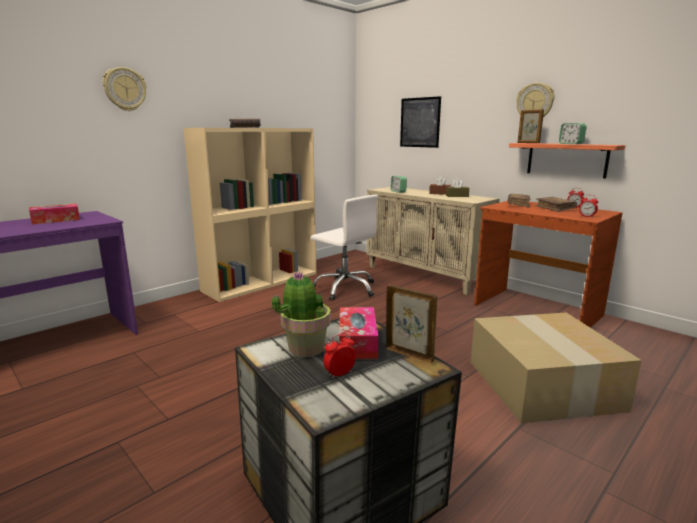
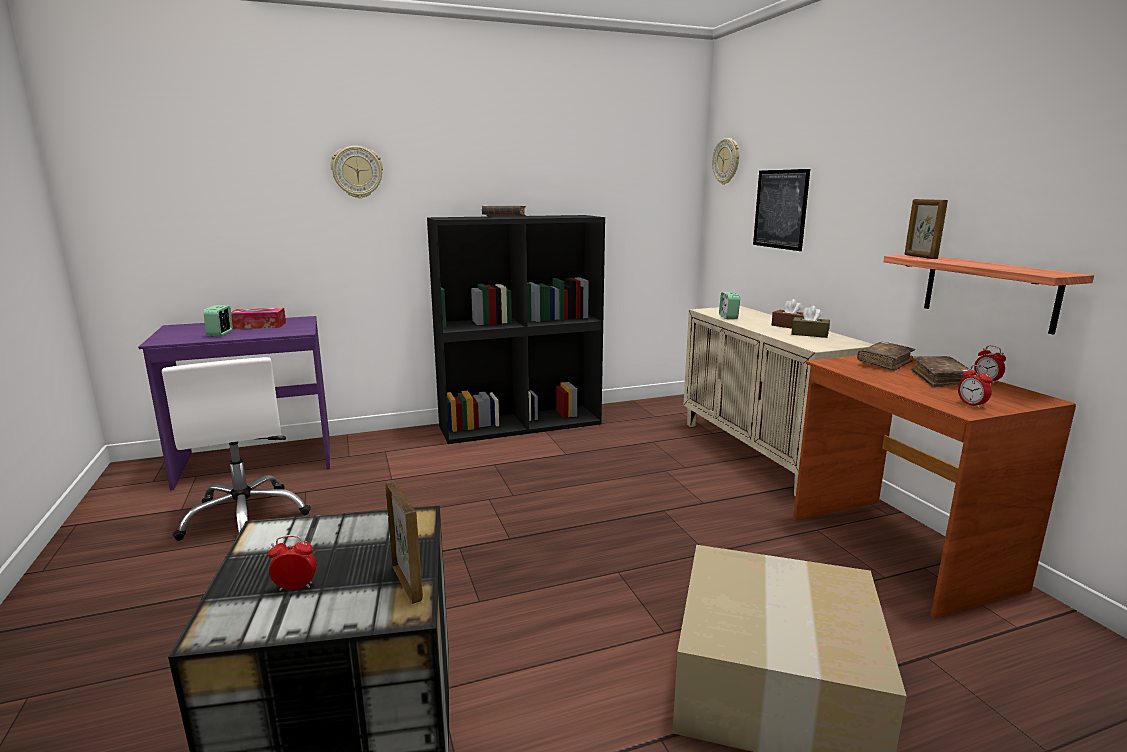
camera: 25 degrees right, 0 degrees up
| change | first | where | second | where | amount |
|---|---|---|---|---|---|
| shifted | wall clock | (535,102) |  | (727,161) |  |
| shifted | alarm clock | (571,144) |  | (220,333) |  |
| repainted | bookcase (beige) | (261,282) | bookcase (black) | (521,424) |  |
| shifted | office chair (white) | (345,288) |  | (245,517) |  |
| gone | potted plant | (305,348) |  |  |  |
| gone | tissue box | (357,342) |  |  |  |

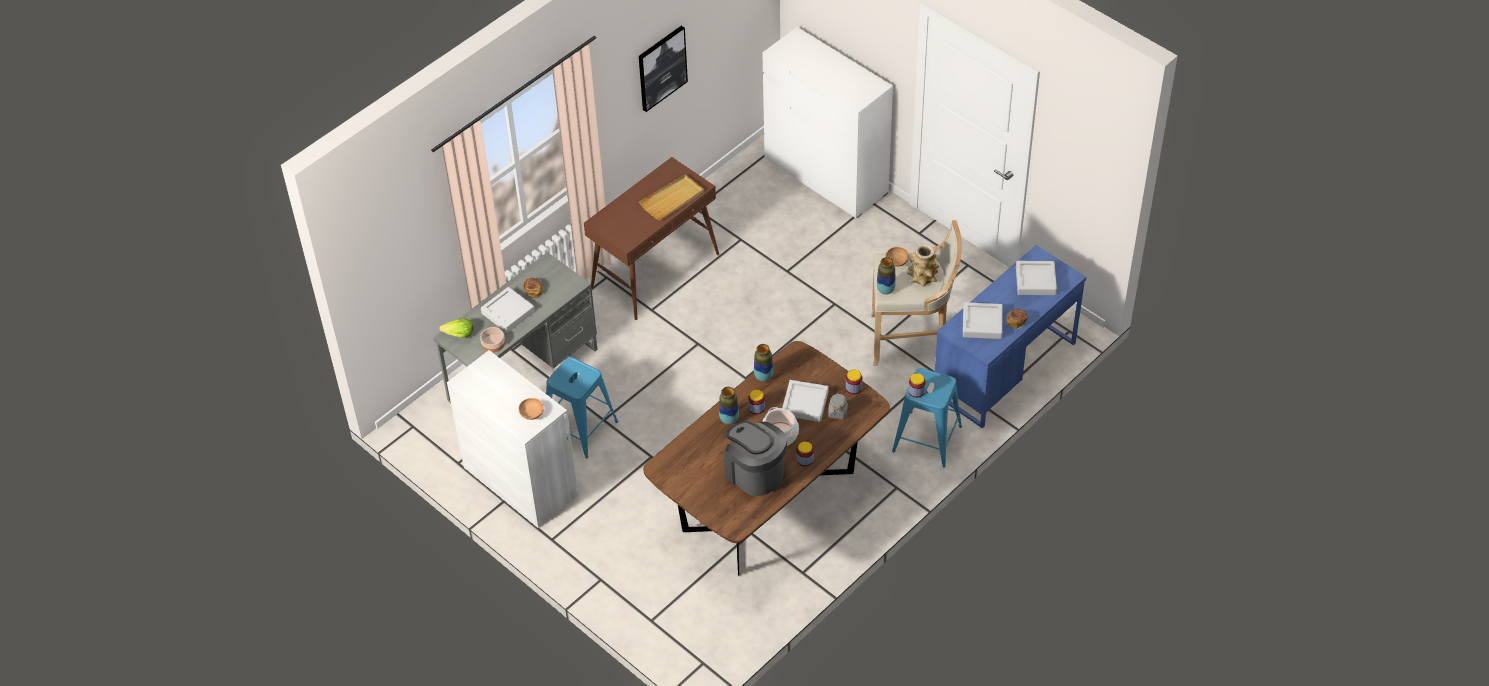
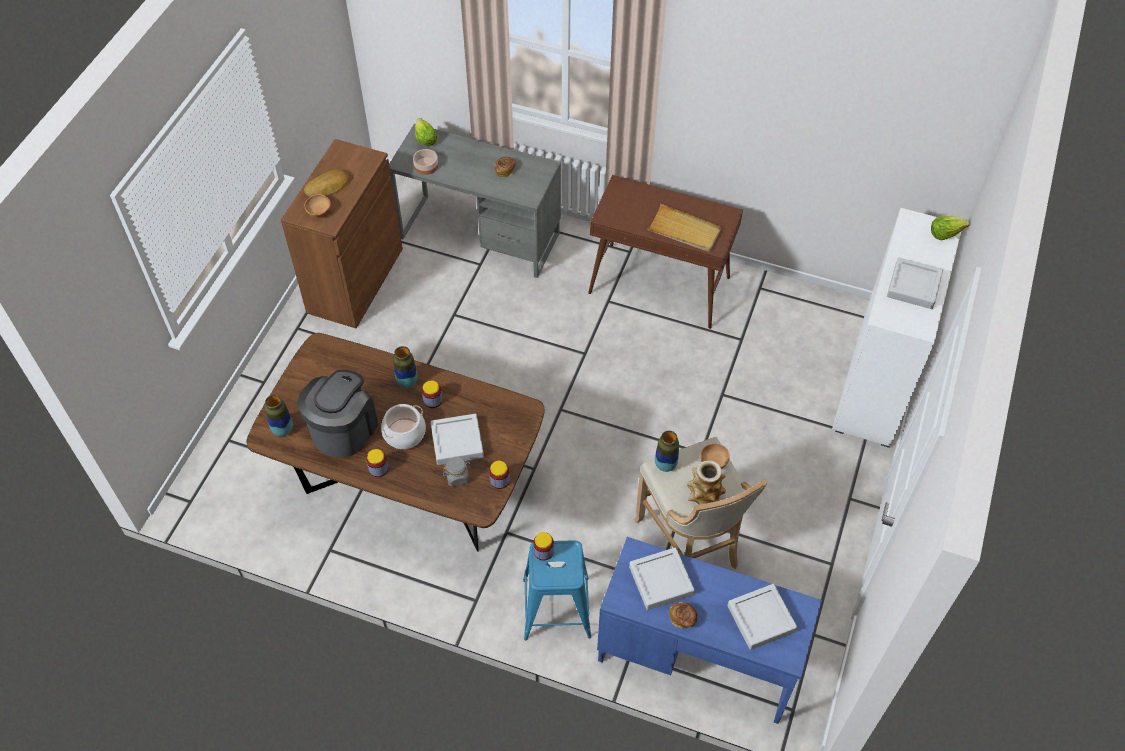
camera: 65 degrees right, 5 degrees up
| change | first | where | second | where | amount |
|---|---|---|---|---|---|
| gone | picture | (661,67) |  |  |  |
| shifted | tray (grey) | (508,312) |  | (913,286) |  |
| shifted | vase | (763,376) |  | (283,429) |  |
| repainted | cabinet (white) | (520,481) | cabinet (brown) | (355,280) |  |
| gone | stool (blue) | (580,428) |  |  |  |
| new |  |  | bread | (328,187) |  |
| new |  |  | lettuce | (945,233) |  |

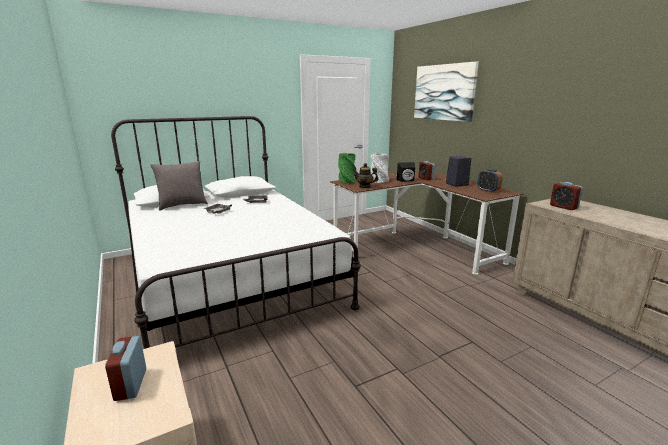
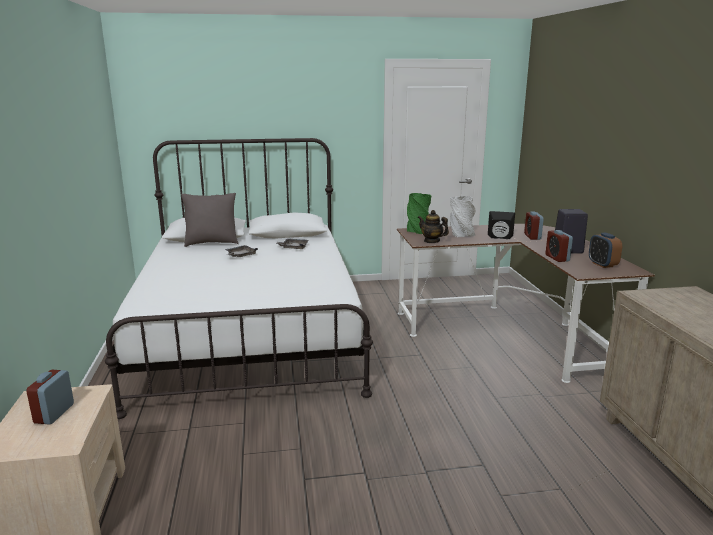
camera: 20 degrees right, 0 degrees up
| change | first | where | second | where | amount |
|---|---|---|---|---|---|
| gone | picture | (444,92) |  |  |  |
| shifted | alarm clock | (563,207) |  | (557,258) |  |

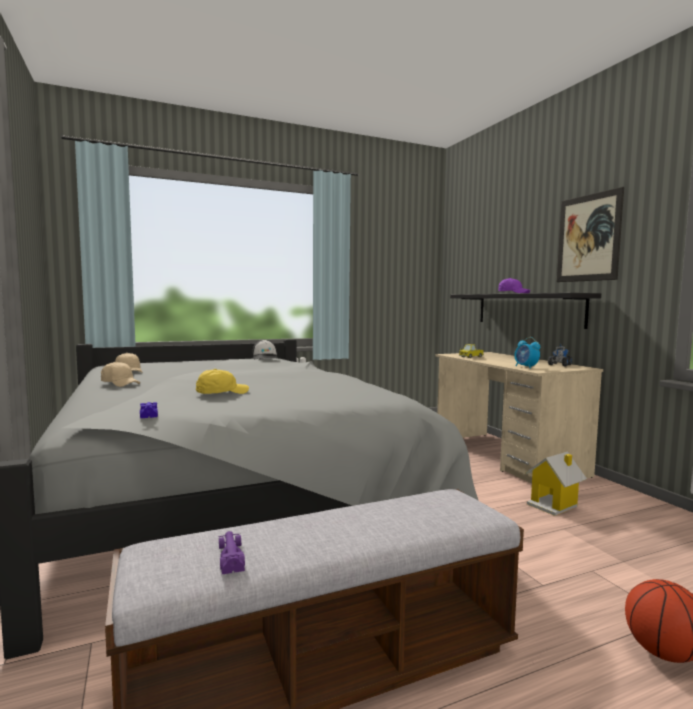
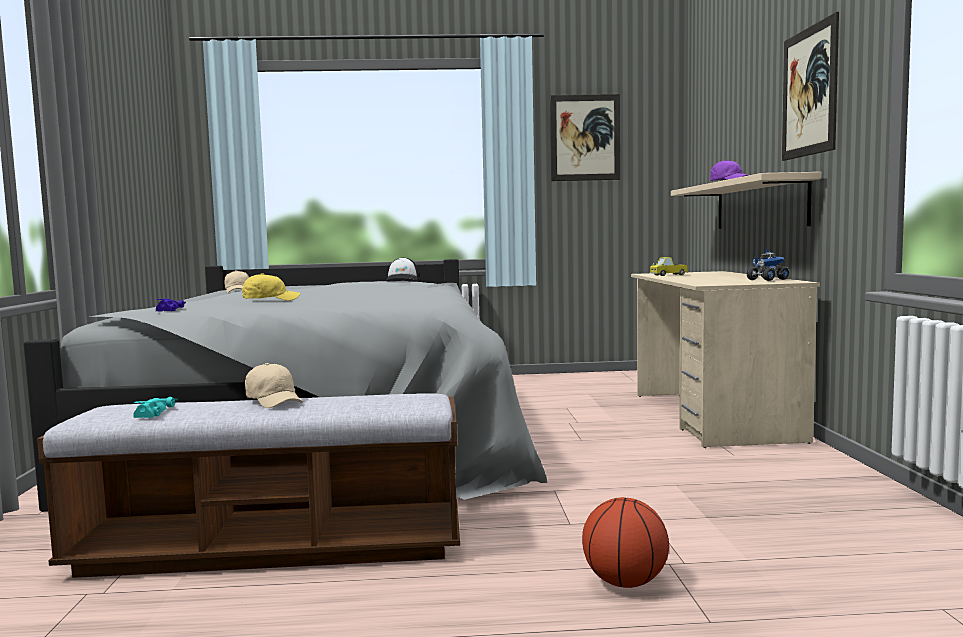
camera: 20 degrees right, 0 degrees up
| change | first | where | second | where | amount |
|---|---|---|---|---|---|
| repainted | shelf (black) | (527,309) | shelf (beige) | (759,204) |  |
| gone | alarm clock | (526,367) |  |  |  |
| shifted | cap (beige) | (120,383) |  | (274,401) |  |
| gone | toy house | (553,505) |  |  |  |
| repainted | toy car (purple) | (231,555) | toy car (turquoise) | (157,411) |  |
| new |  |  | picture | (585,137) |  |

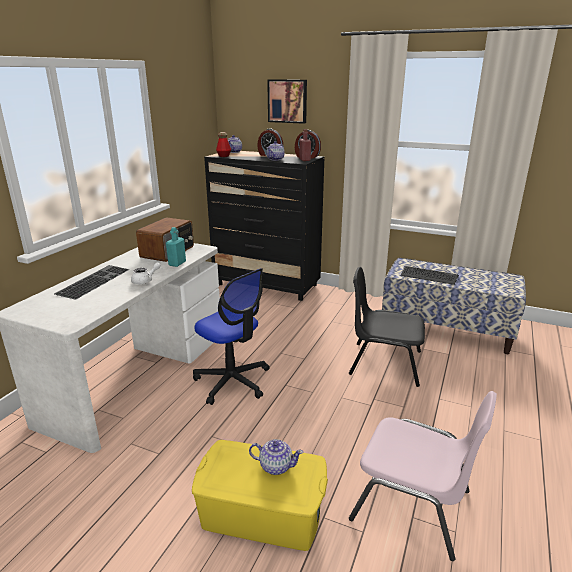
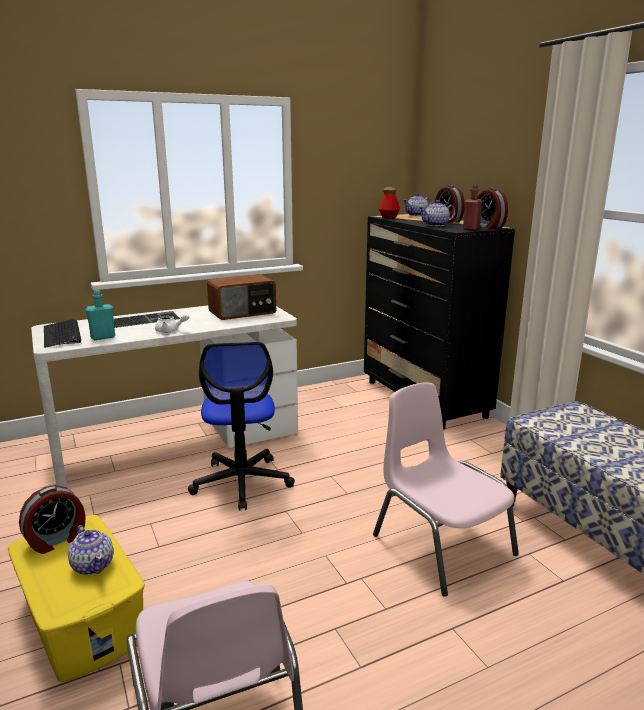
camera: 40 degrees right, 5 degrees down
| change | first | where | second | where | amount |
|---|---|---|---|---|---|
| gone | picture | (287,101) |  |  |  |
| shifted | bottle (turquoise) | (177,263) |  | (103,337) |  |
| shifted | keyboard | (429,276) |  | (62,334) |  |
| repainted | chair (black) | (384,363) | chair (pink) | (441,544) |  |
| new |  |  | alarm clock | (57,540) |  |

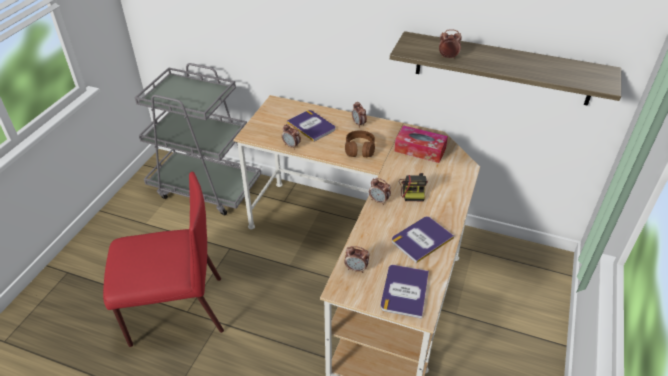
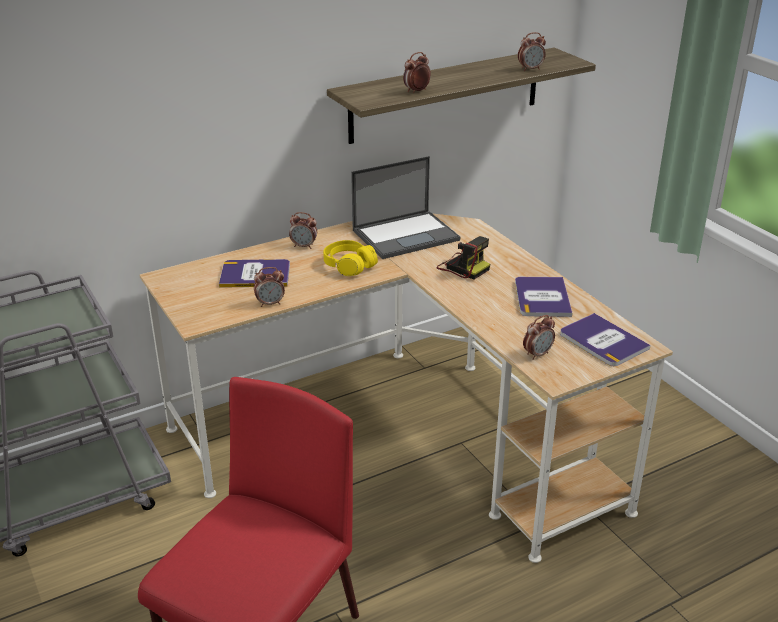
camera: 50 degrees left, 10 degrees down
| change | first | where | second | where | amount |
|---|---|---|---|---|---|
| swapped | tissue box | (420,150) | laptop | (406,235) |  |
| repainted | headphones (brown) | (359,149) | headphones (yellow) | (349,266) |  |
| shifted | alarm clock | (379,201) |  | (530,69) |  |

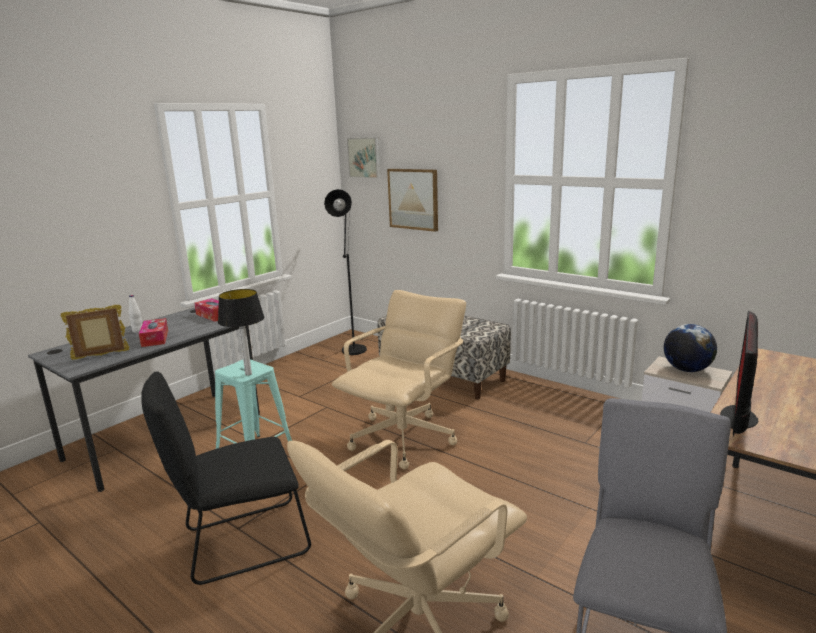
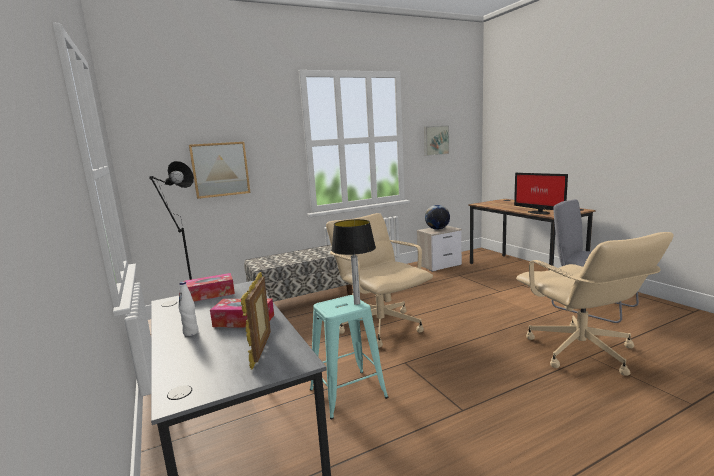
camera: 65 degrees left, 5 degrees down
| change | first | where | second | where | amount |
|---|---|---|---|---|---|
| shifted | picture | (365,157) |  | (435,140) |  |
| gone | chair (black) | (240,543) |  |  |  |

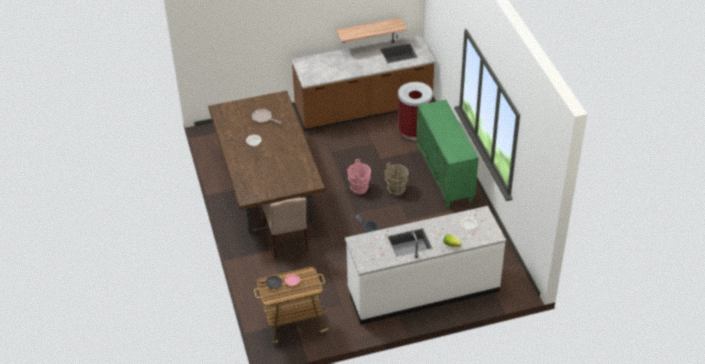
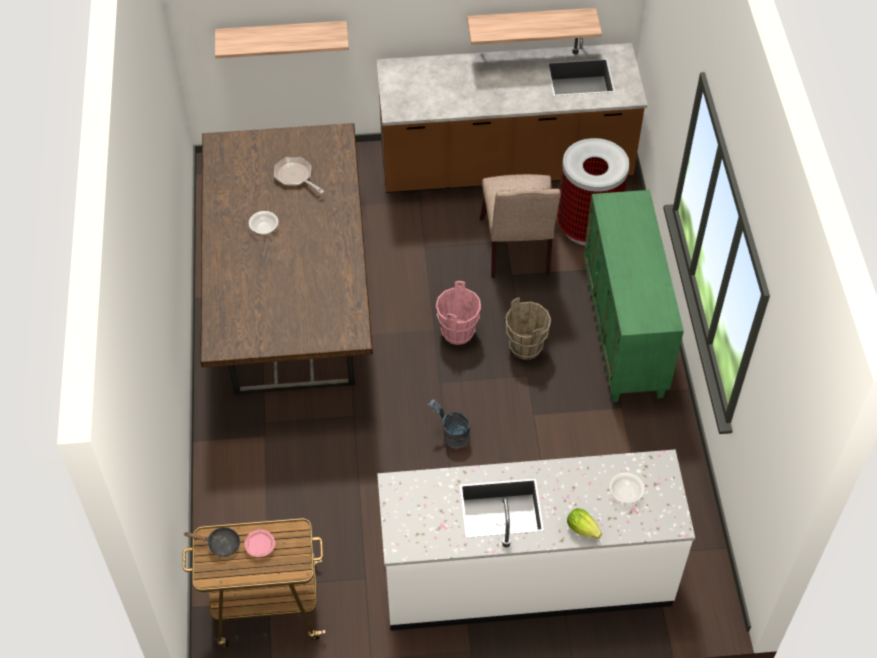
camera: 10 degrees right, 10 degrees up
| change | first | where | second | where | amount |
|---|---|---|---|---|---|
| shifted | chair (beige) | (287,240) |  | (517,250) |  |
| new |  |  | shelf | (282,37) |  |

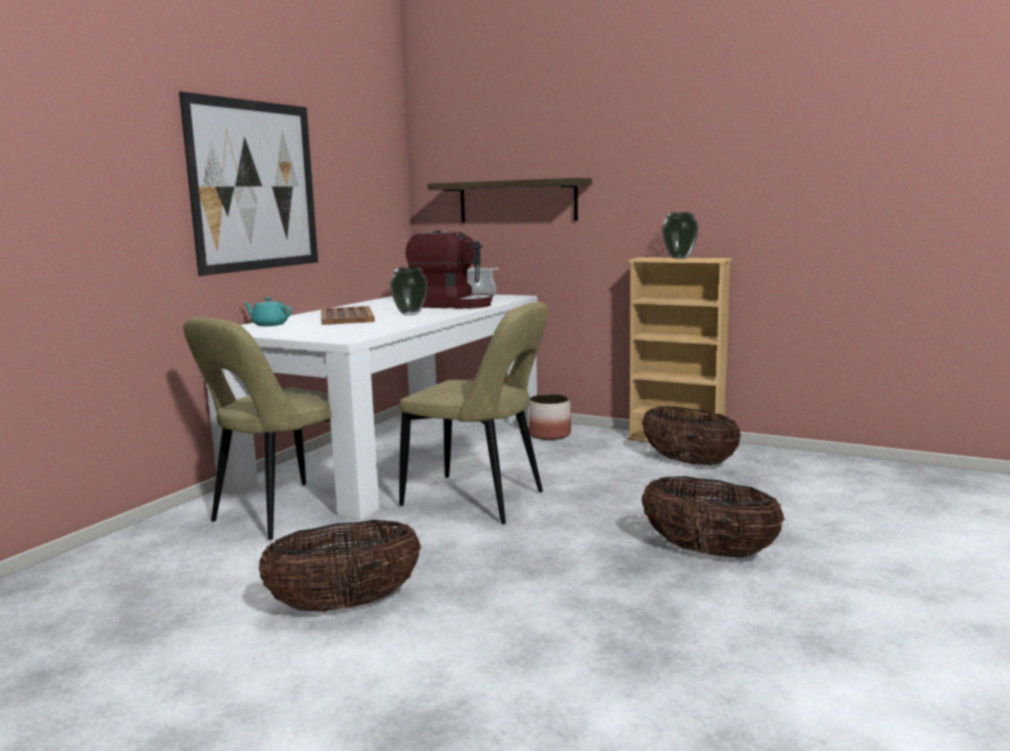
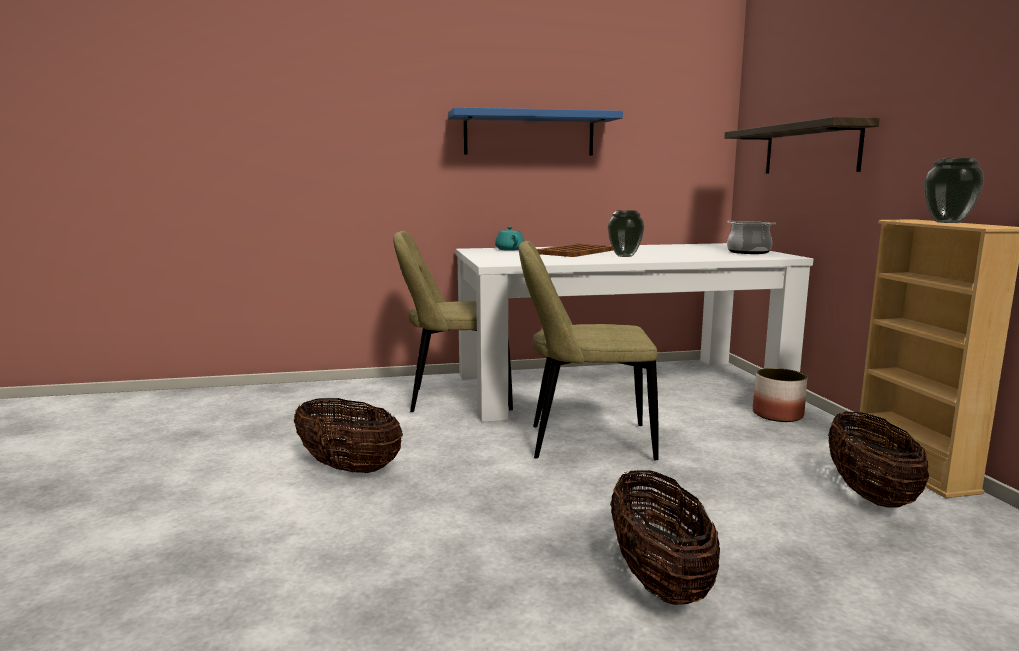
camera: 50 degrees right, 0 degrees up
| change | first | where | second | where | amount |
|---|---|---|---|---|---|
| swapped | picture | (255,186) | shelf (blue) | (529,134) |  |
| gone | coffee machine | (452,305) |  |  |  |
| rotated | chair (beige) | (479,500) |  | (583,442) | 105 degrees clockwise |

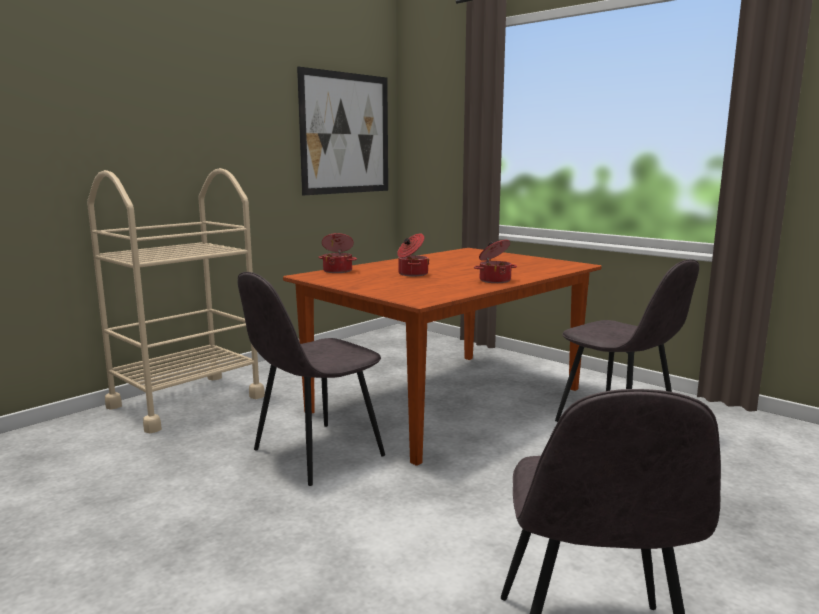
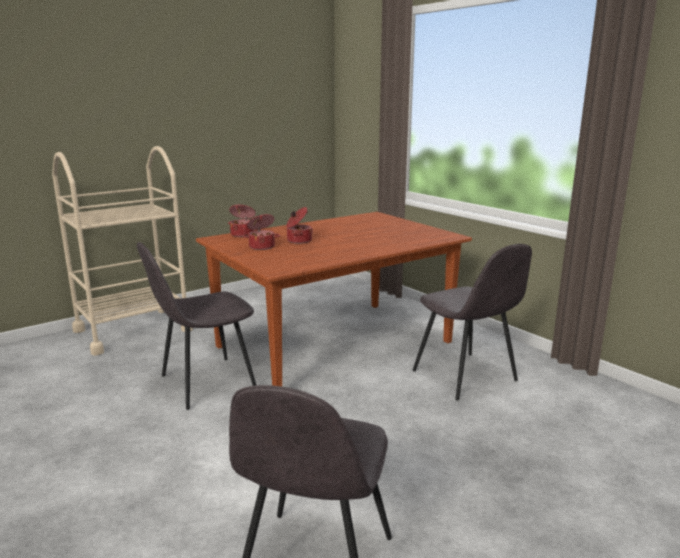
camera: 10 degrees right, 5 degrees up
| change | first | where | second | where | amount |
|---|---|---|---|---|---|
| gone | picture | (346,133) |  |  |  |
| shifted | cooking pot | (494,280) |  | (262,247) |  |

